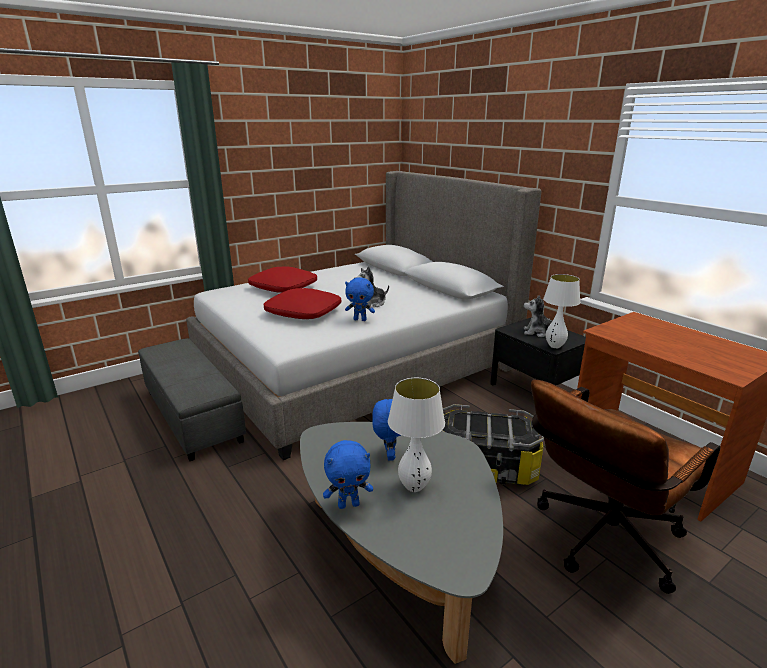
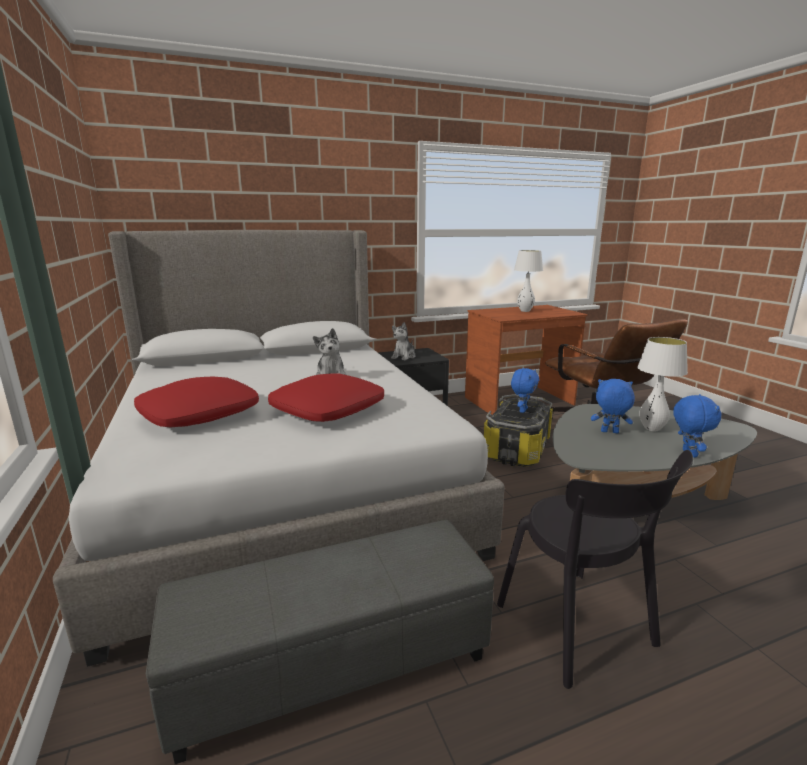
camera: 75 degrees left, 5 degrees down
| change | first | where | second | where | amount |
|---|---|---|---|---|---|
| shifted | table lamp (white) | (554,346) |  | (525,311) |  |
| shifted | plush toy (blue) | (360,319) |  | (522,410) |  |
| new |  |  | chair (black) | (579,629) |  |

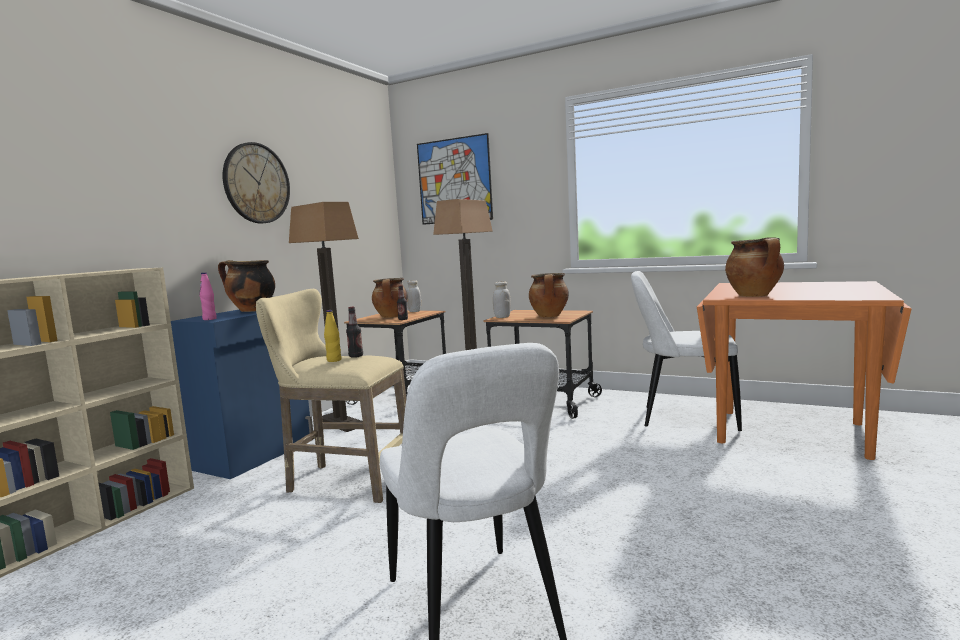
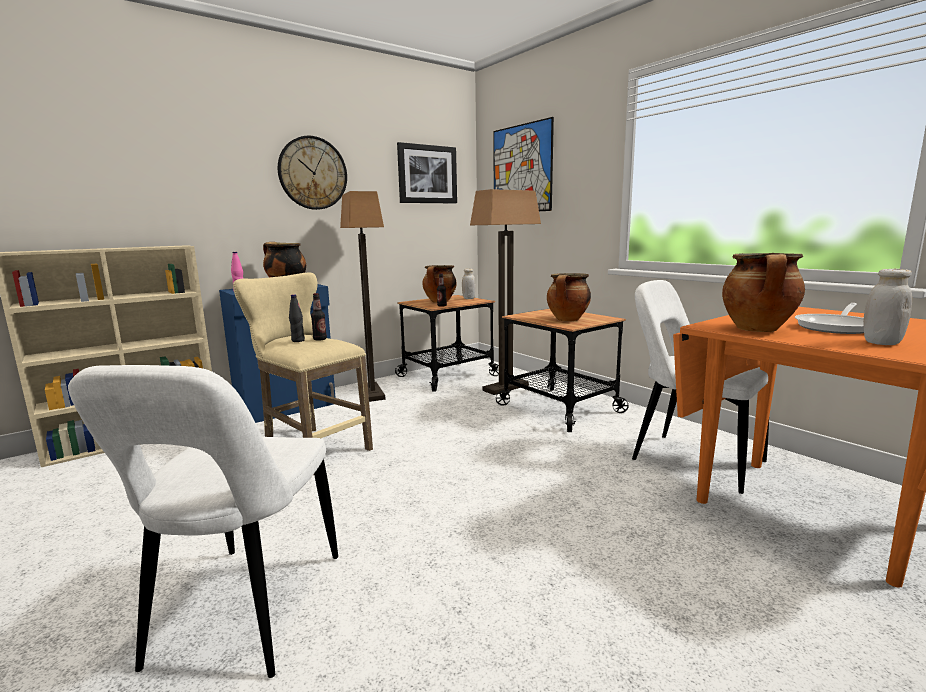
camera: 25 degrees right, 5 degrees up
| change | first | where | second | where | amount |
|---|---|---|---|---|---|
| shifted | jar (white) | (502,317) |  | (881,342) |  |
| repainted | bottle (yellow) | (334,360) | bottle (black) | (298,340) |  |
| new |  |  | picture | (427,174) |  |
| new |  |  | frying pan | (836,327) |  |

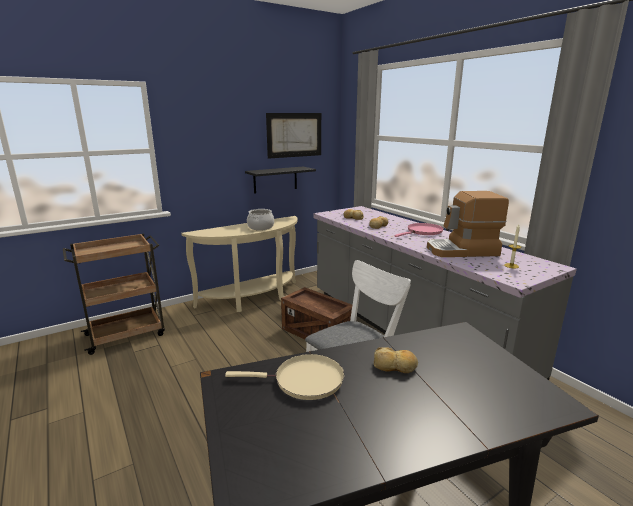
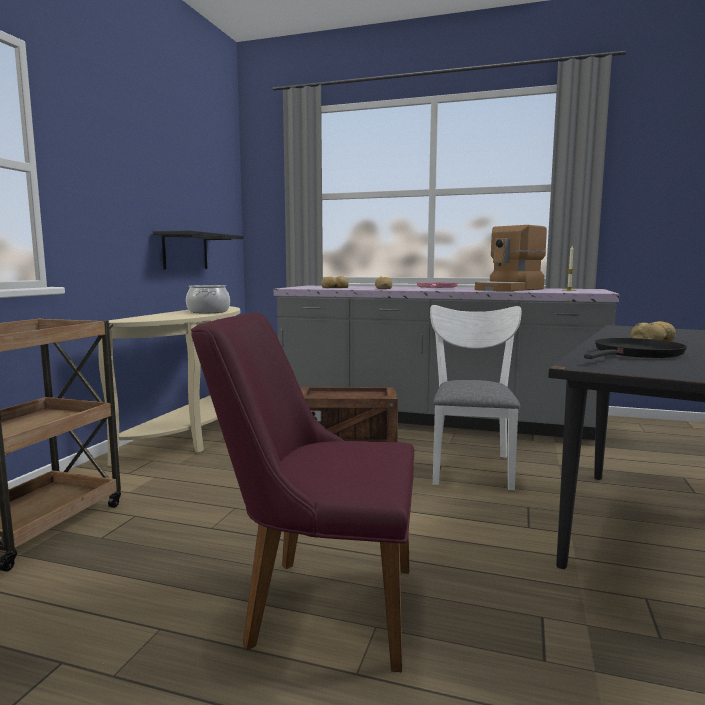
camera: 40 degrees left, 10 degrees down
| change | first | where | second | where | amount |
|---|---|---|---|---|---|
| gone | picture | (294,135) |  |  |  |
| repainted | frying pan (beige) | (304,380) | frying pan (black) | (636,354) |  |
| new |  |  | chair (purple) | (316,604) |  |

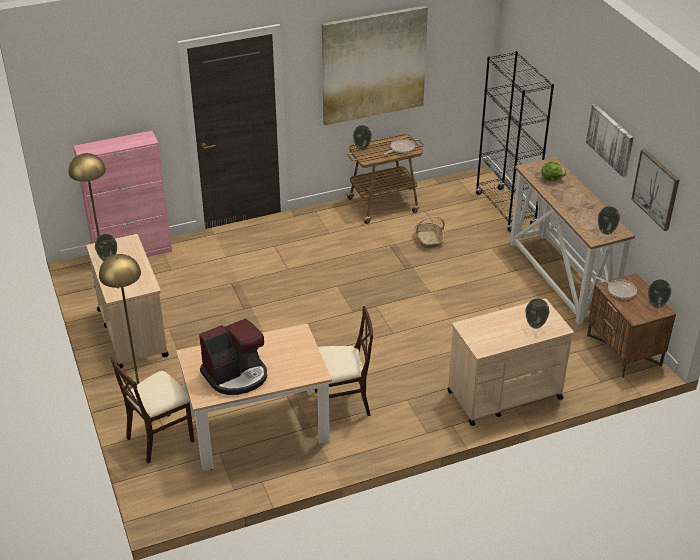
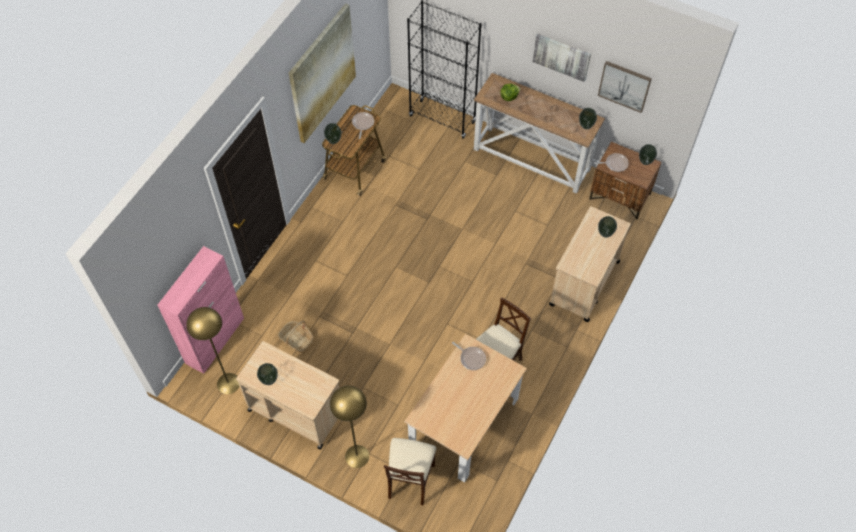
camera: 40 degrees left, 20 degrees up
| change | first | where | second | where | amount |
|---|---|---|---|---|---|
| shifted | basket | (428,239) |  | (296,339) |  |
| gone | coffee machine | (236,375) |  |  |  |
| new |  |  | frying pan | (471,358) |  |

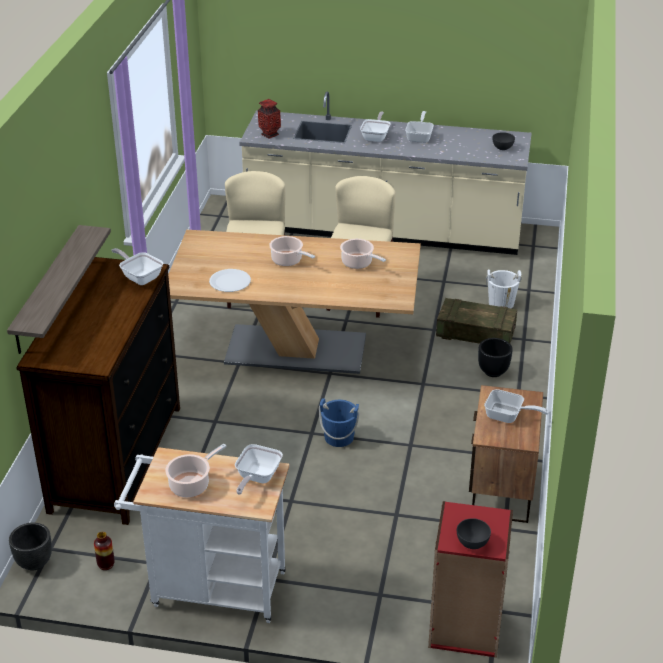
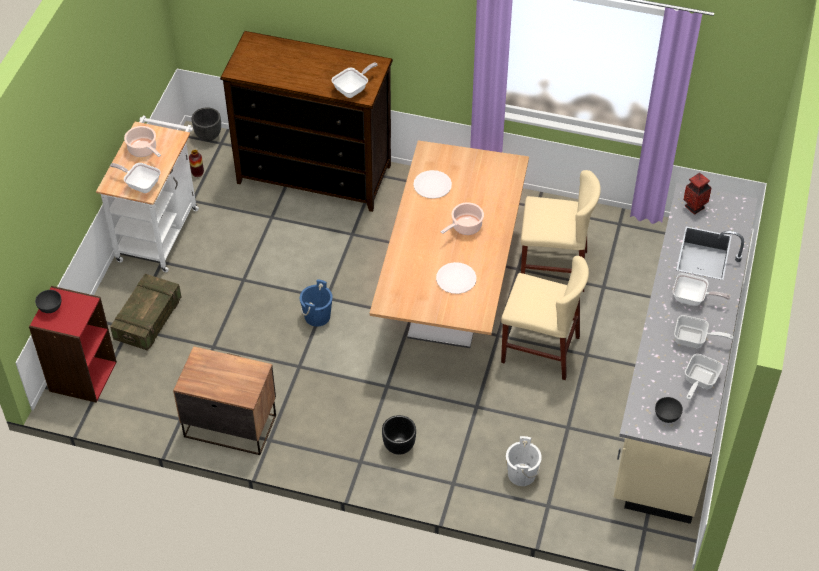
camera: 95 degrees right, 15 degrees up
| change | first | where | second | where | amount |
|---|---|---|---|---|---|
| gone | shelf | (47,290) |  |  |  |
| swapped | cooking pot | (358,263) | plate (white) | (456,279) |  |
| shifted | crate | (475,334) |  | (148,320) |  |
| shifted | frying pan | (508,416) |  | (699,381) |  |

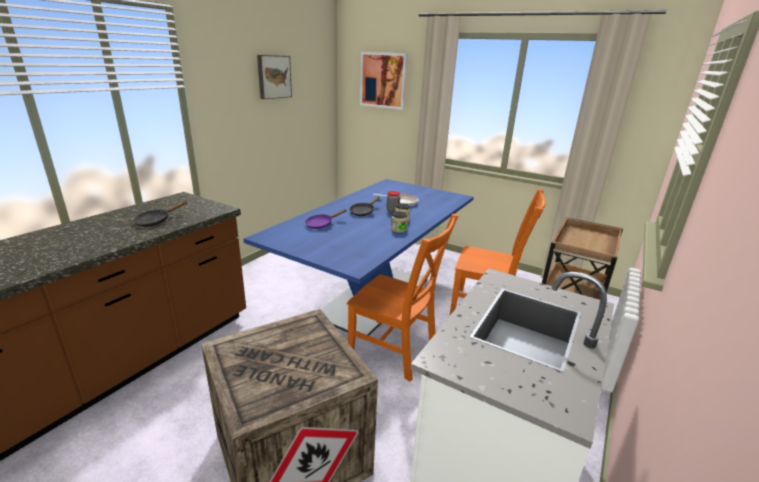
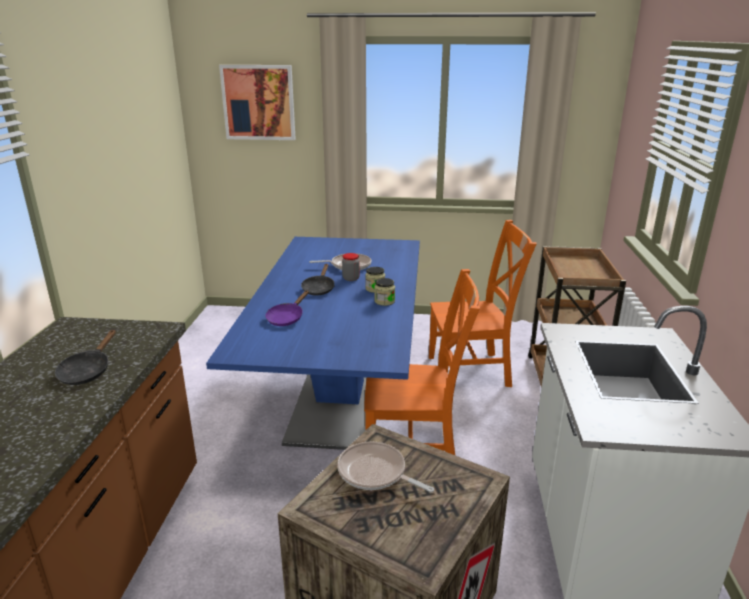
camera: 25 degrees left, 0 degrees up
| change | first | where | second | where | amount |
|---|---|---|---|---|---|
| gone | picture | (273,76) |  |  |  |
| new |  |  | frying pan | (375,473) |  |

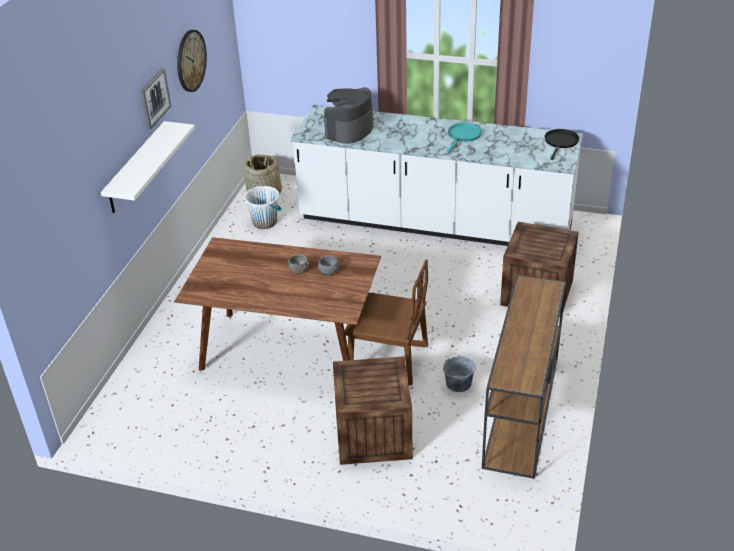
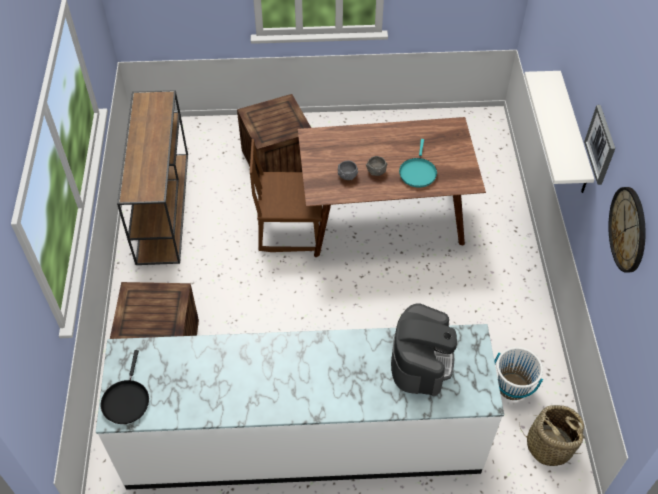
camera: 160 degrees right, 15 degrees up
| change | first | where | second | where | amount |
|---|---|---|---|---|---|
| shifted | frying pan (turquoise) | (463,136) |  | (417,172) |  |
| gone | bucket (grey) | (458,384) |  |  |  |

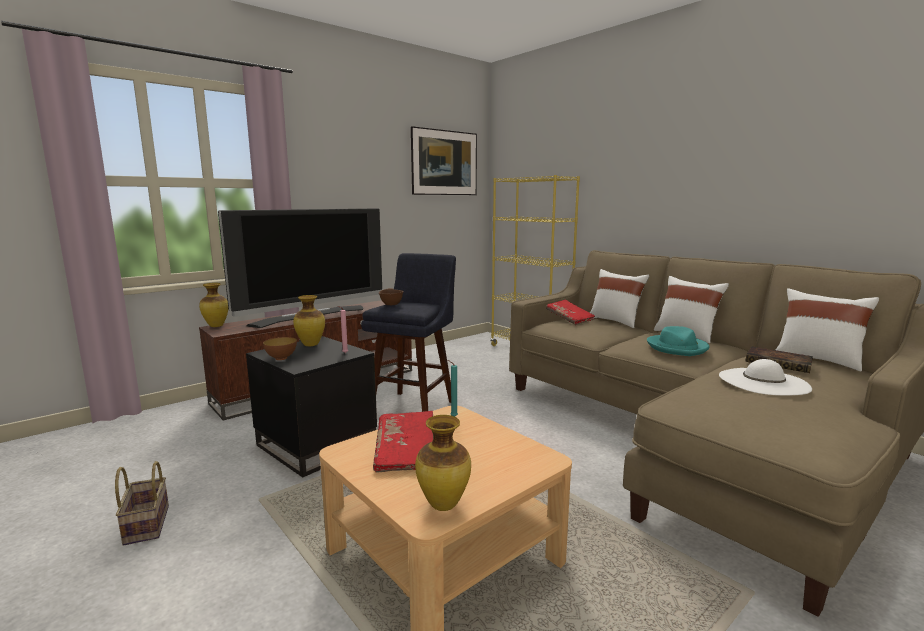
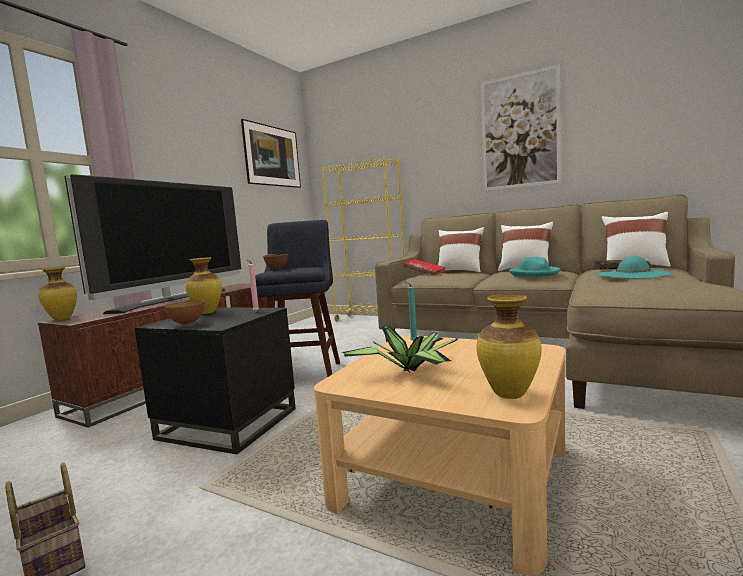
camera: 20 degrees left, 5 degrees down
| change | first | where | second | where | amount |
|---|---|---|---|---|---|
| repainted | hat (white) | (763,382) | hat (turquoise) | (633,274) |  |
| swapped | book (red) | (406,453) | potted plant | (410,371) |  |
| new |  |  | picture | (519,131) |  |

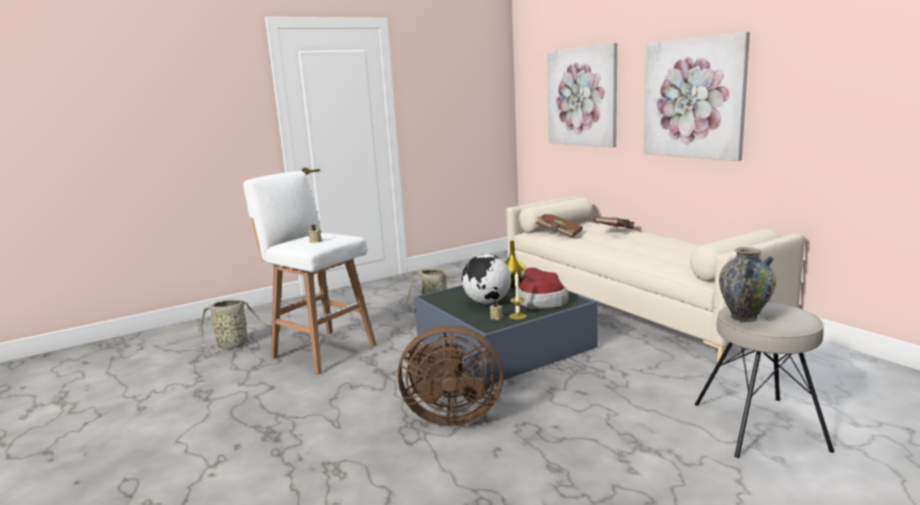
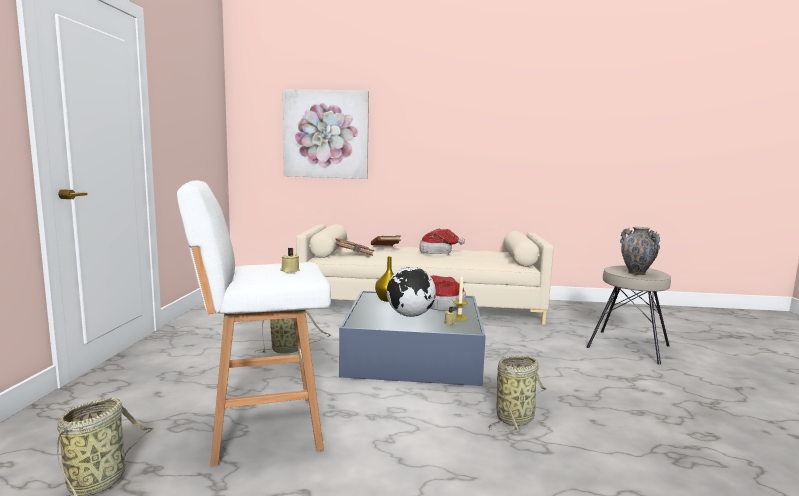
camera: 55 degrees left, 5 degrees down
| change | first | where | second | where | amount |
|---|---|---|---|---|---|
| gone | picture | (693,98) |  |  |  |
| swapped | fan (brown) | (450,416) | basket | (516,418) |  |
| new |  |  | hat | (438,251) |  |

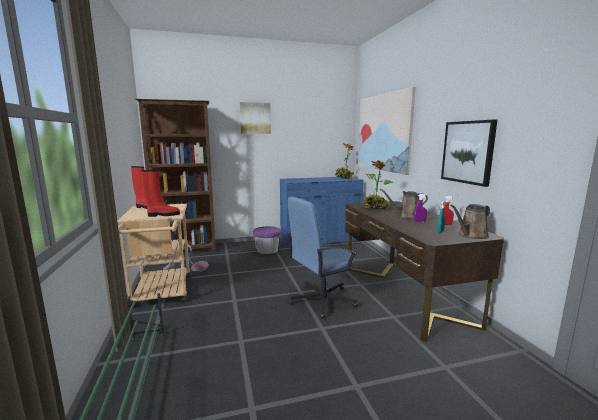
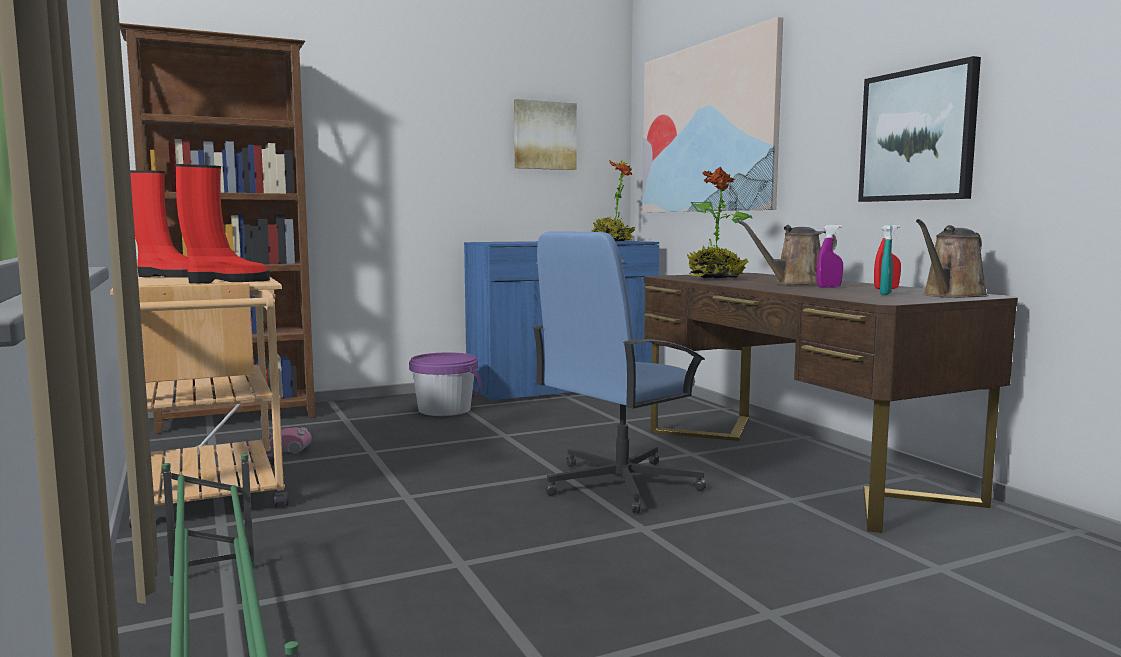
camera: 10 degrees left, 5 degrees down
| change | first | where | second | where | amount |
|---|---|---|---|---|---|
| shifted | picture | (255,118) |  | (544,135) |  |

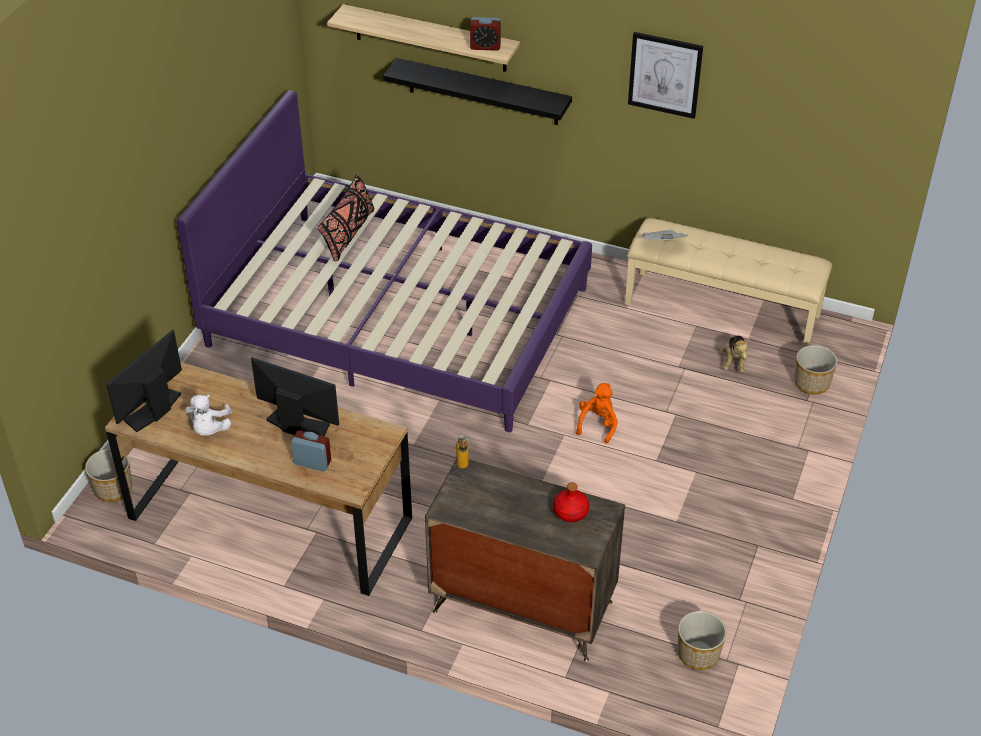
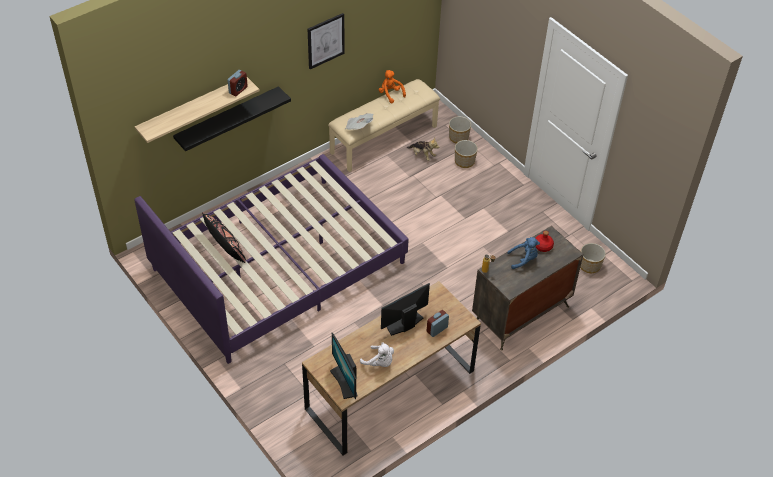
camera: 60 degrees left, 5 degrees up
| change | first | where | second | where | amount |
|---|---|---|---|---|---|
| shifted | plush toy (orange) | (597,424) |  | (390,94) |  |
| shifted | planter | (114,489) |  | (464,161) |  |
| new |  |  | plush toy (blue) | (523,259) |  |

